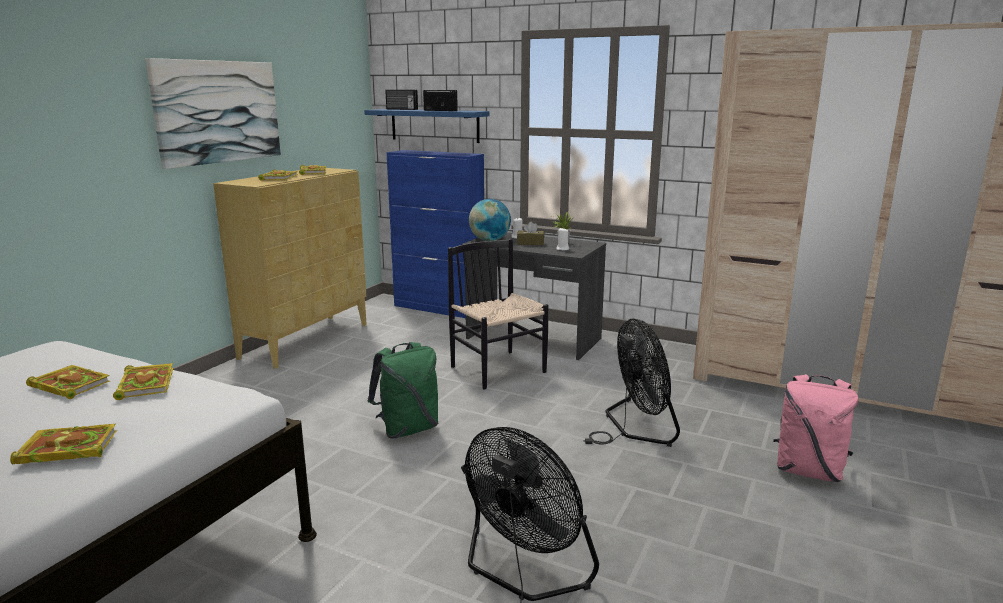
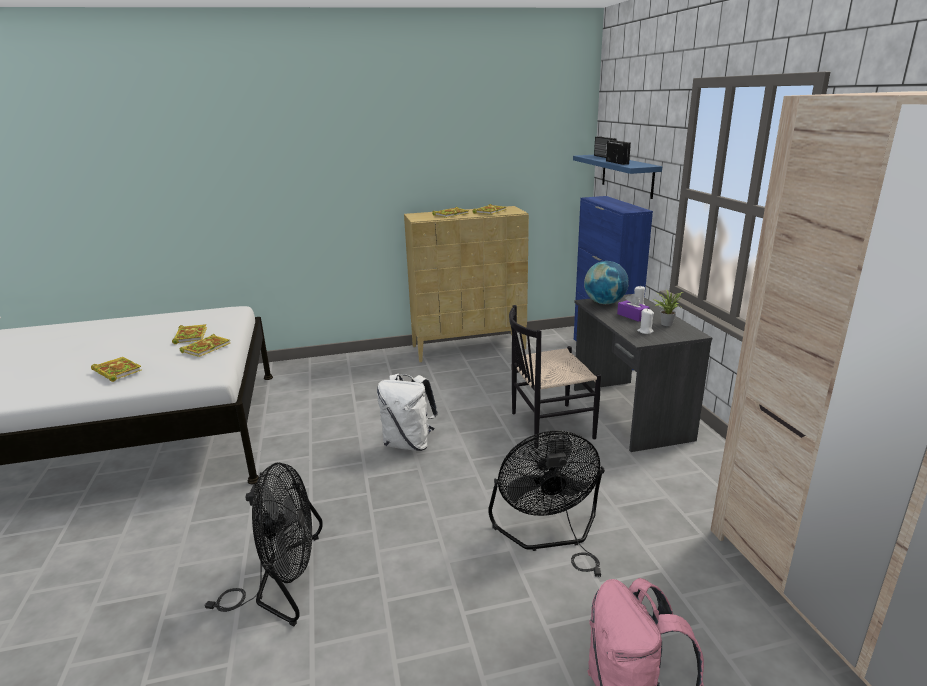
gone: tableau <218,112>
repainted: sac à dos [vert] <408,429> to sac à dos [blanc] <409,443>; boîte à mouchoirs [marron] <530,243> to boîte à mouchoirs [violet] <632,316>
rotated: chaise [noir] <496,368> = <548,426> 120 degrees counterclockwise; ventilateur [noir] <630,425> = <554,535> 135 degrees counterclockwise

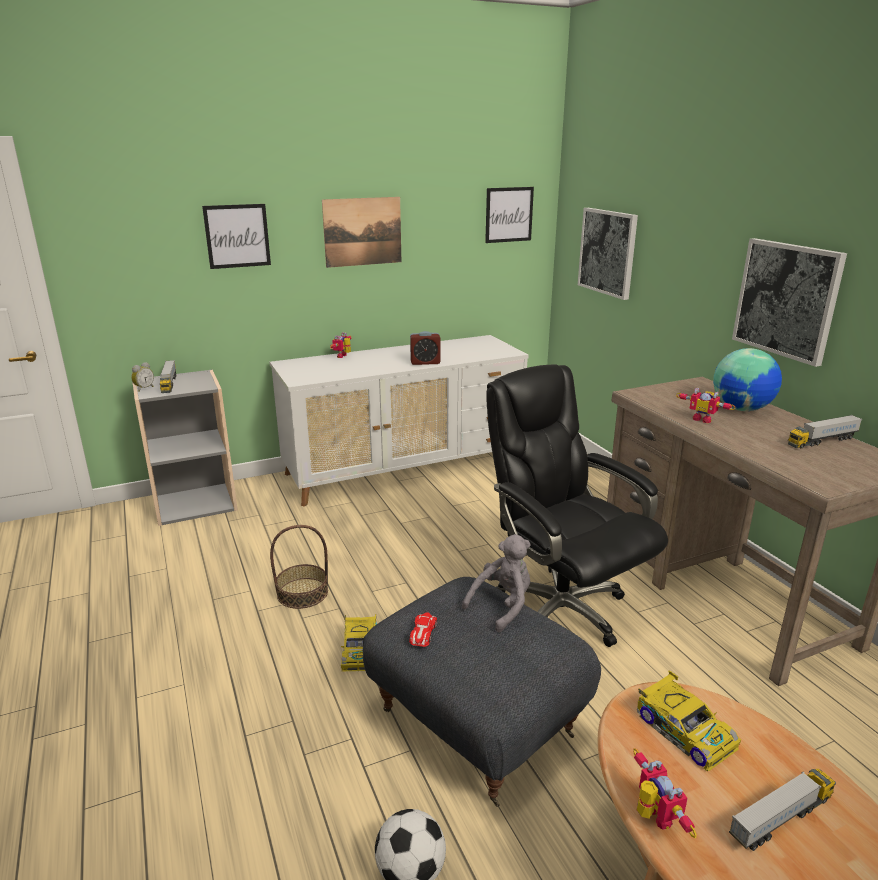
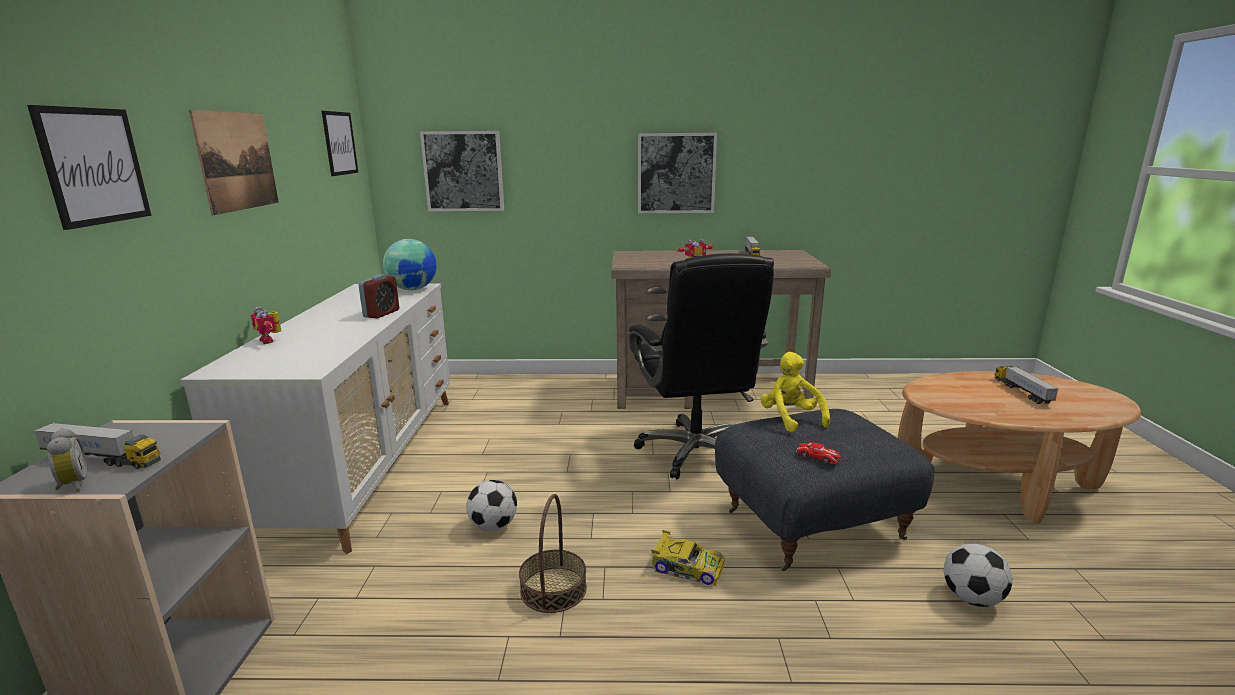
gone: robot jouet <653,817>; petite voiture <684,729>
new: ballon de foot <493,526>
shifted: globe <742,409> to <413,289>
repainted: peluche [gris] <502,605> to peluche [jaune] <790,419>
rotated: chaise de bureau [noir] <563,610> = <694,449> 90 degrees counterclockwise

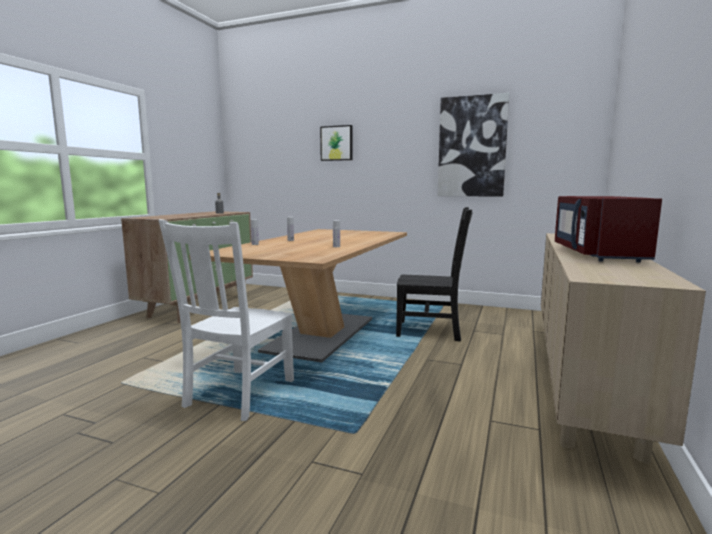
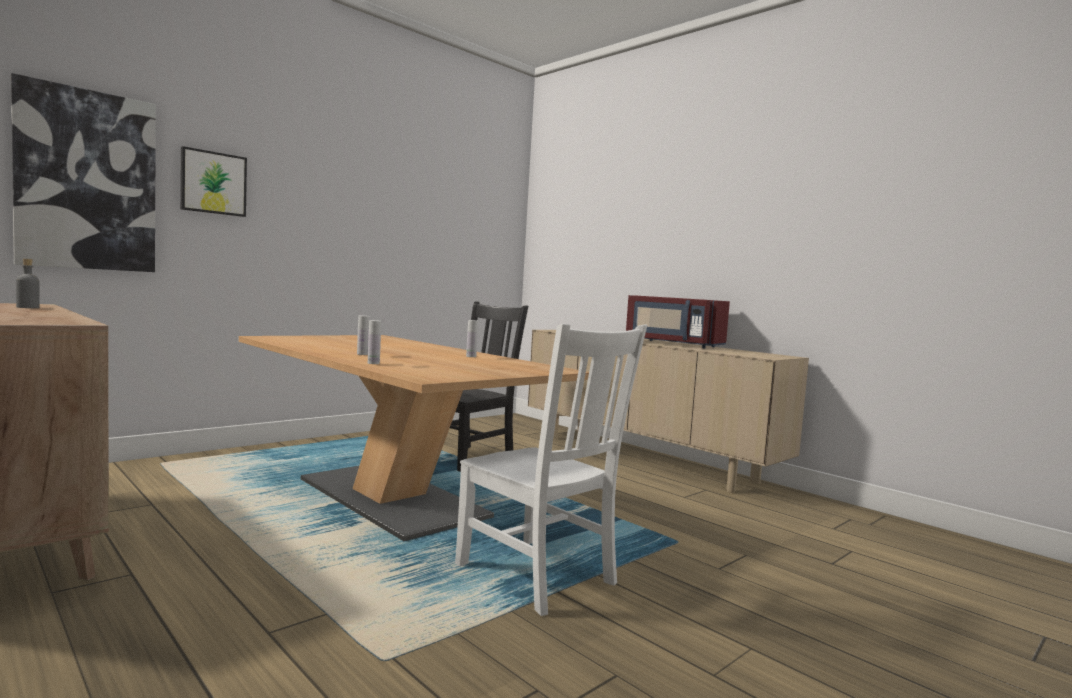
shifted: tableau <472,147> to <87,180>

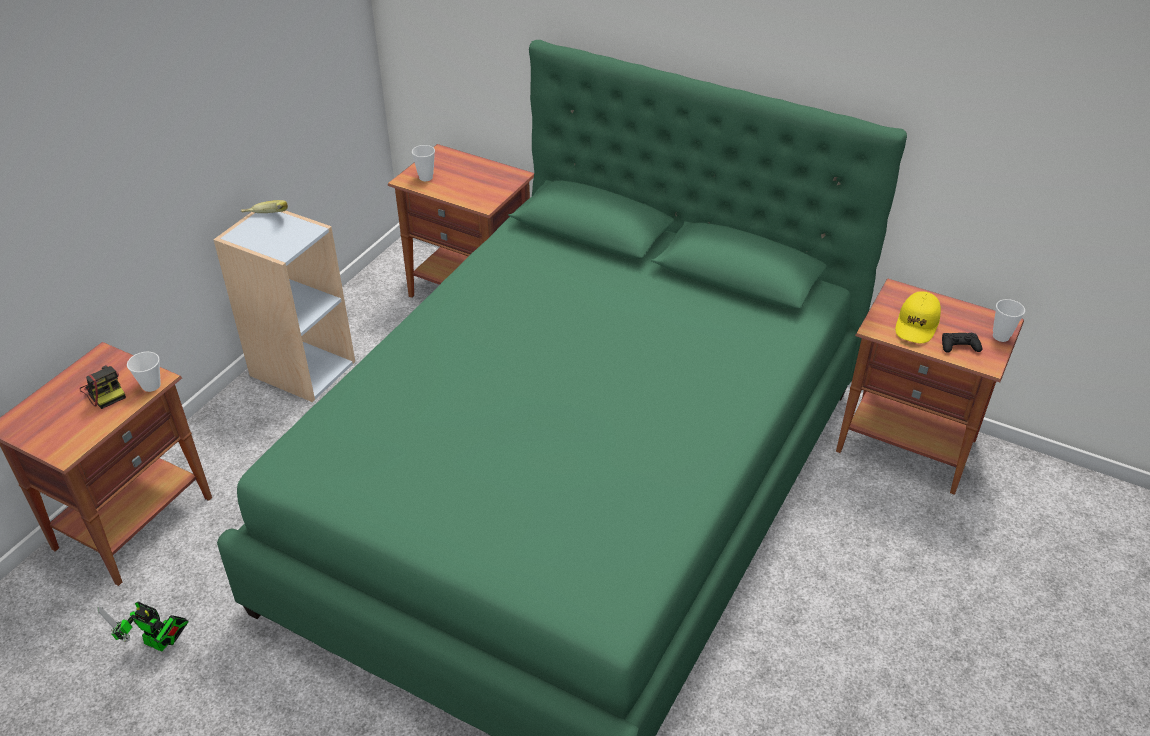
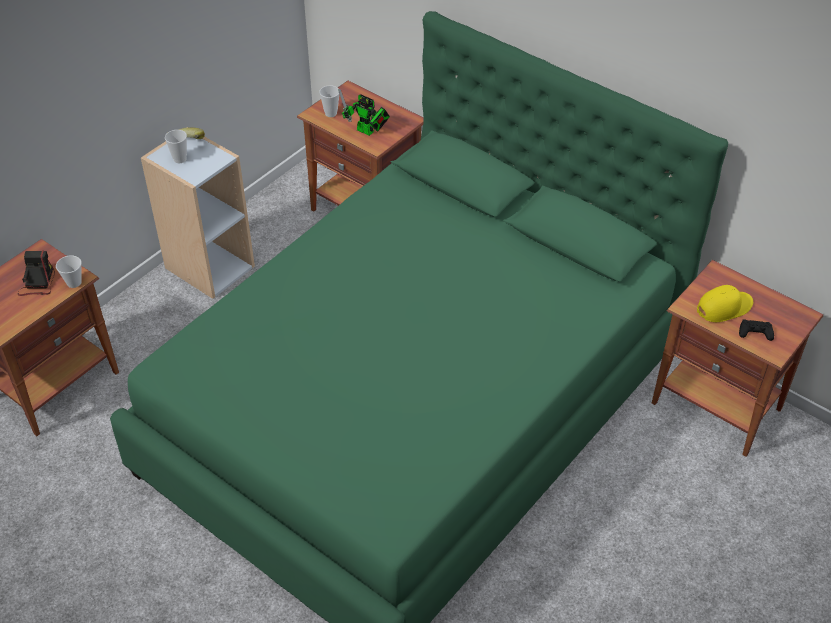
shifted: robot jouet <160,645> to <367,132>; tasse <1001,336> to <180,159>
rotated: appareil photo <105,391> = <38,283> 150 degrees counterclockwise; casquette [jaune] <917,324> = <724,307> 150 degrees counterclockwise

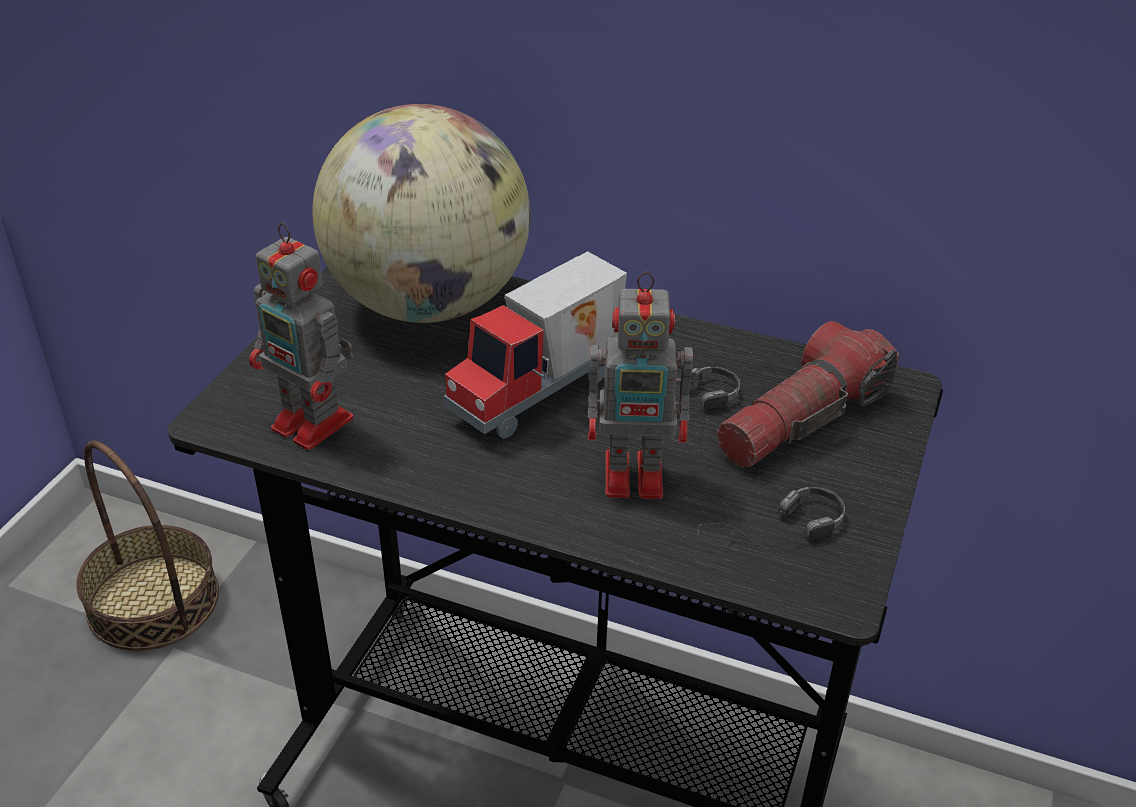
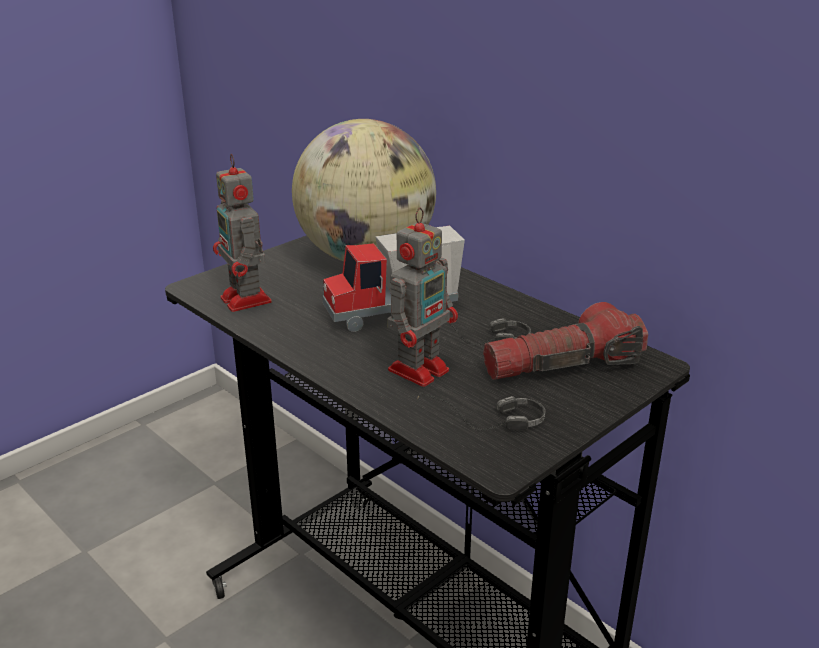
gone: panier <154,601>
rotated: robot jouet <637,475> = <420,369> 75 degrees counterclockwise

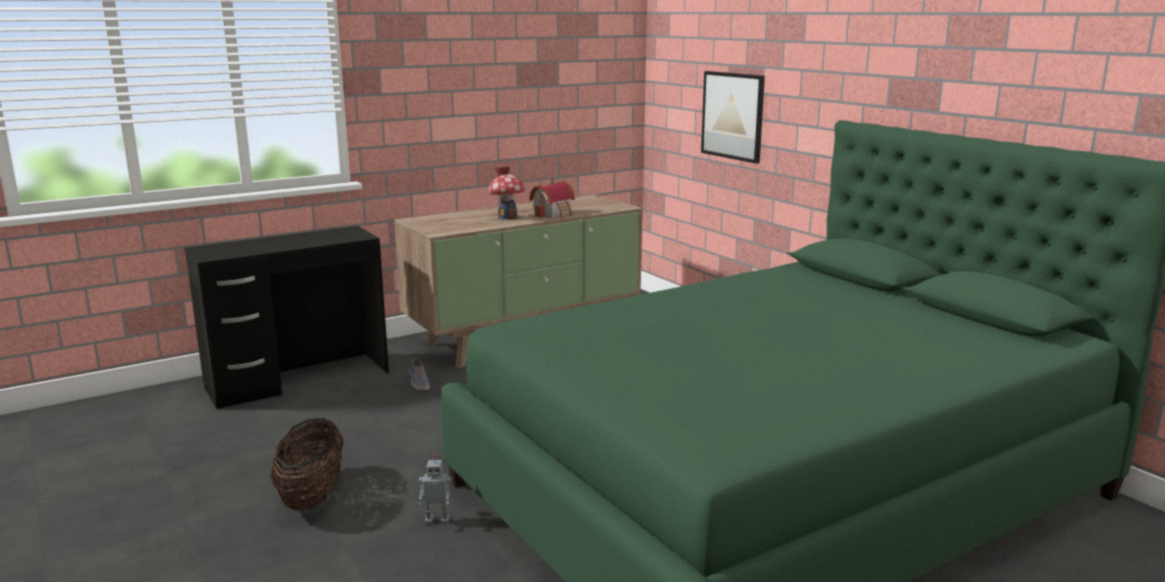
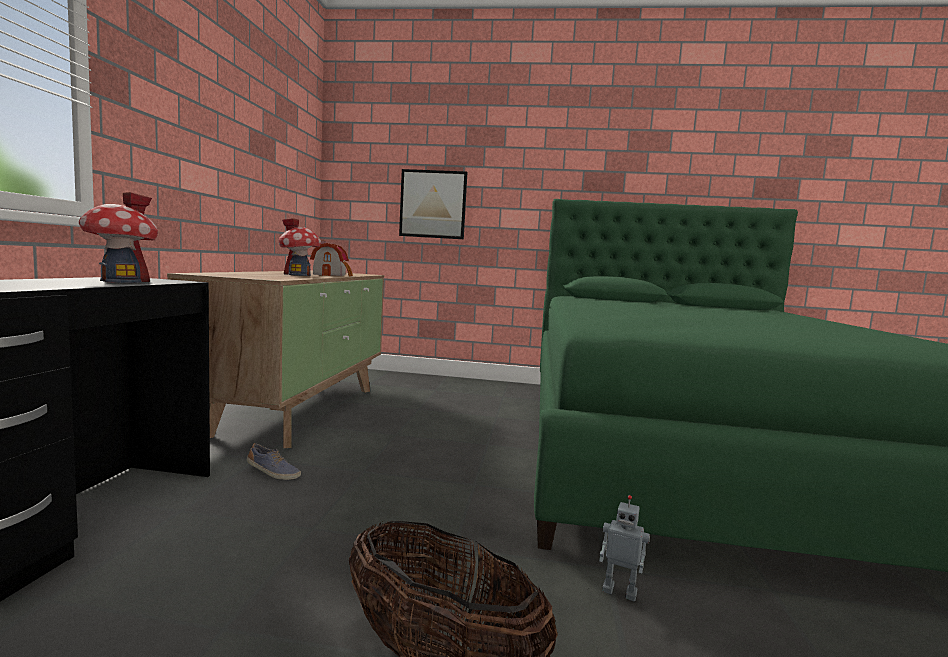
new: maison miniature <121,281>
rotated: robot jouet <437,520> = <620,591> 75 degrees clockwise

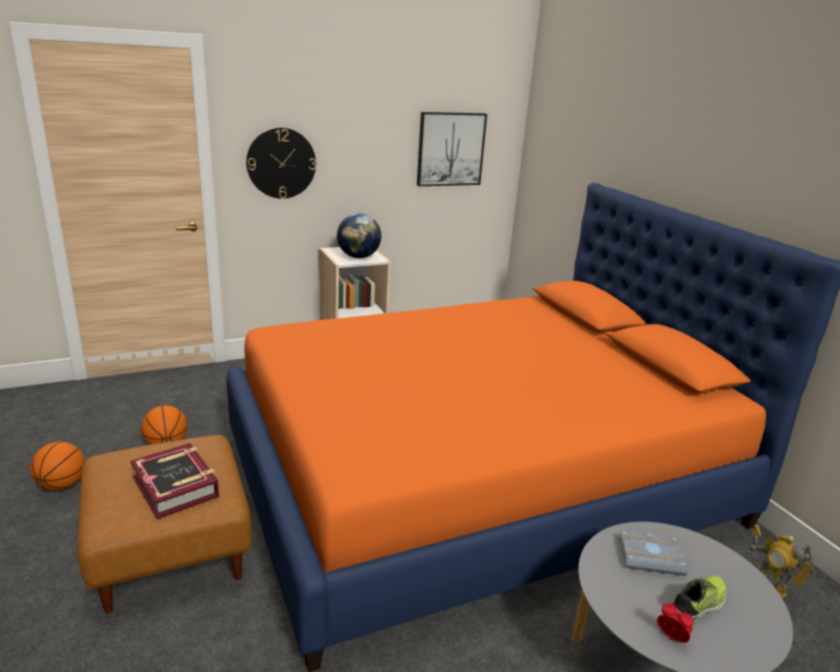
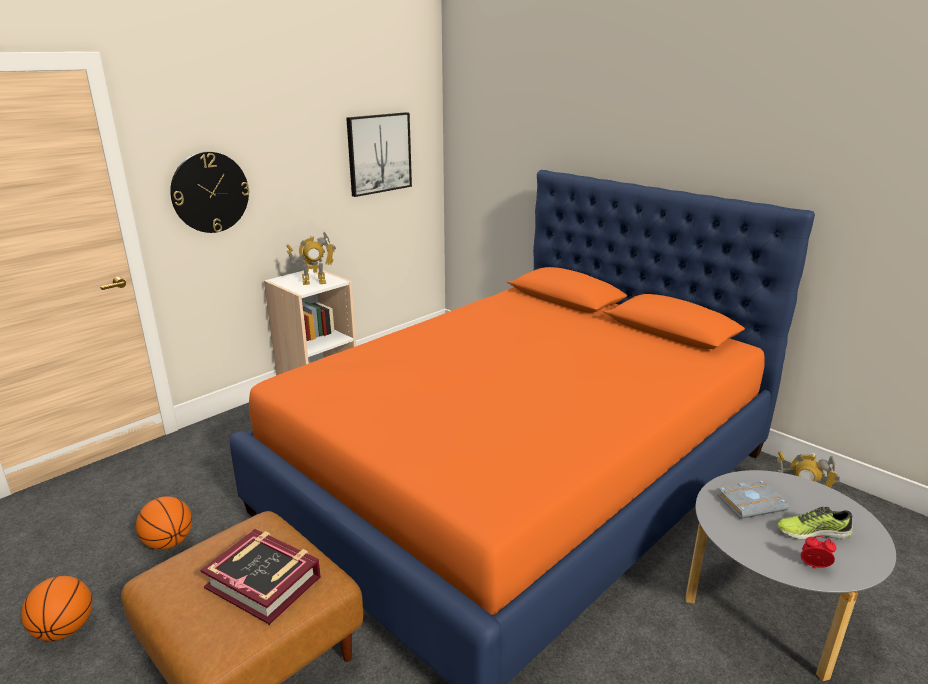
swapped: globe <358,257> to robot jouet <314,282>
rotated: chaussure <698,605> = <812,531> 120 degrees counterclockwise

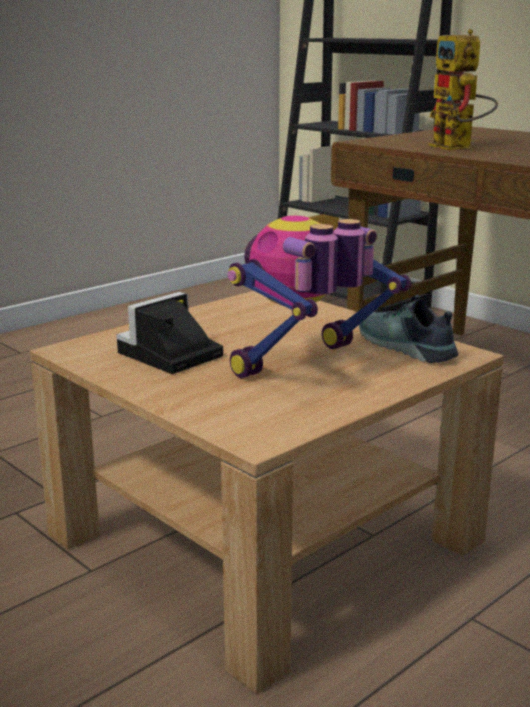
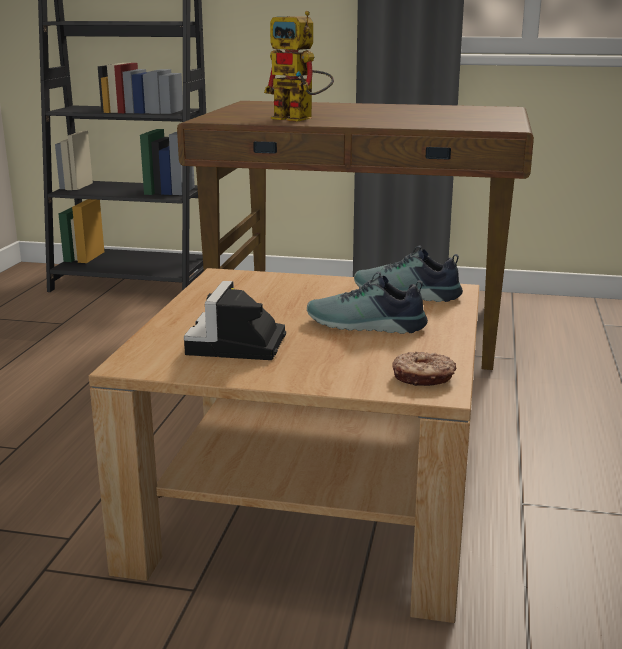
new: beignet <423,378>
swapped: robot jouet <306,366> to chaussure <365,326>

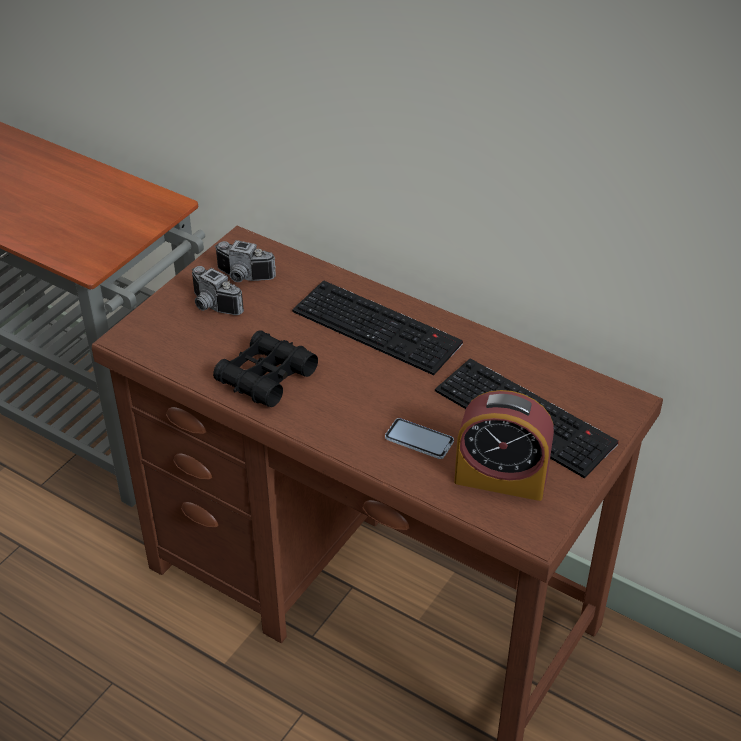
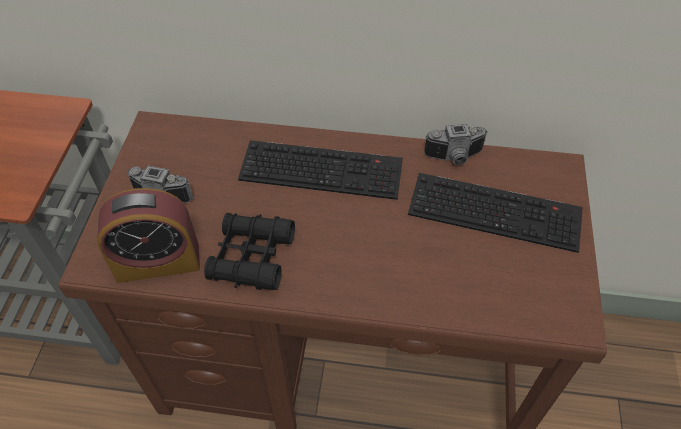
gone: téléphone <419,440>
shifted: appareil photo <242,278> to <455,158>; réveil <501,478> to <158,262>

